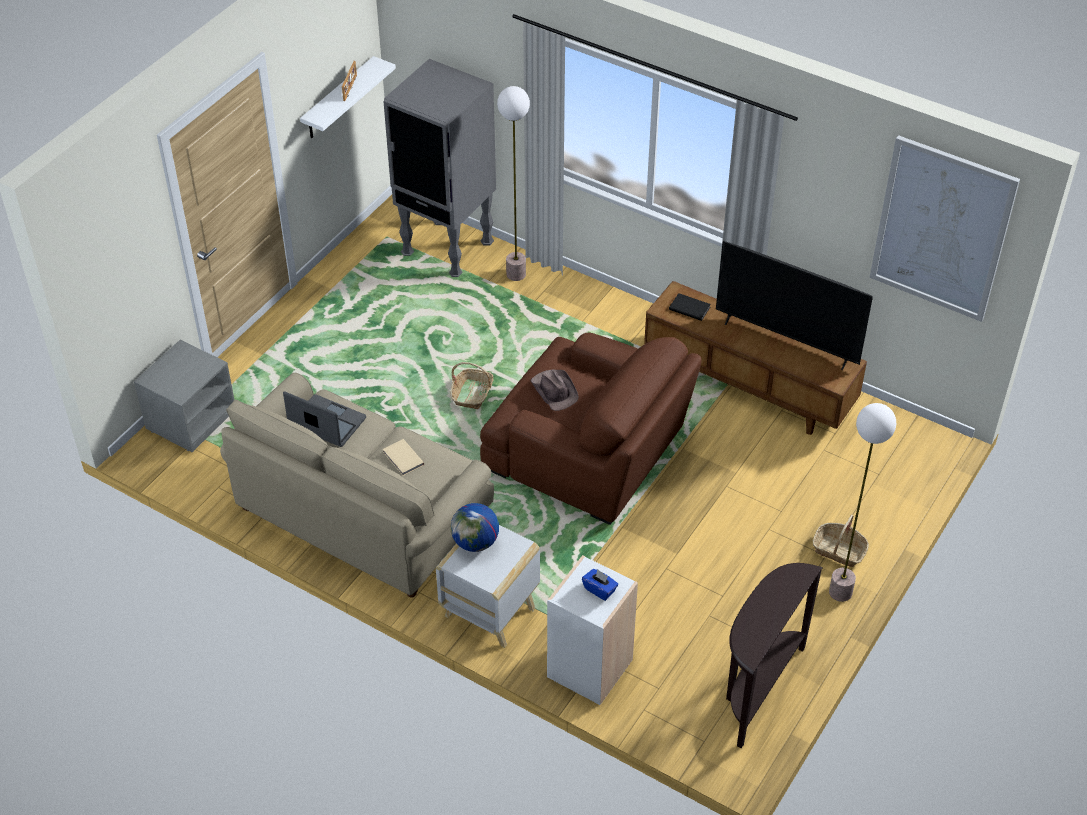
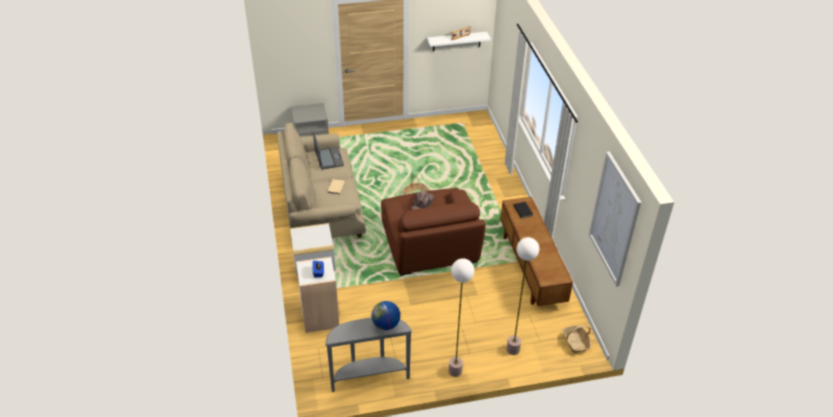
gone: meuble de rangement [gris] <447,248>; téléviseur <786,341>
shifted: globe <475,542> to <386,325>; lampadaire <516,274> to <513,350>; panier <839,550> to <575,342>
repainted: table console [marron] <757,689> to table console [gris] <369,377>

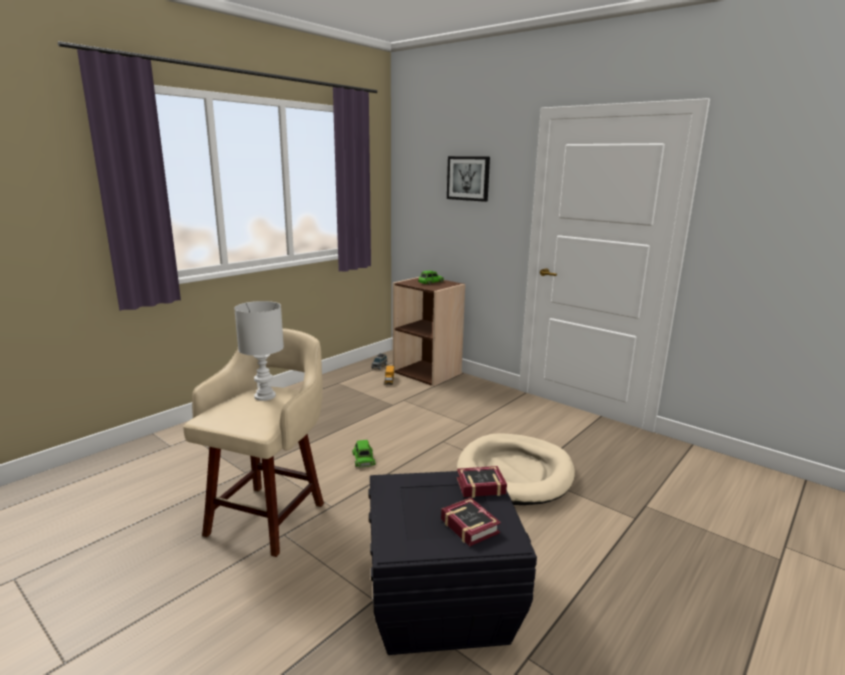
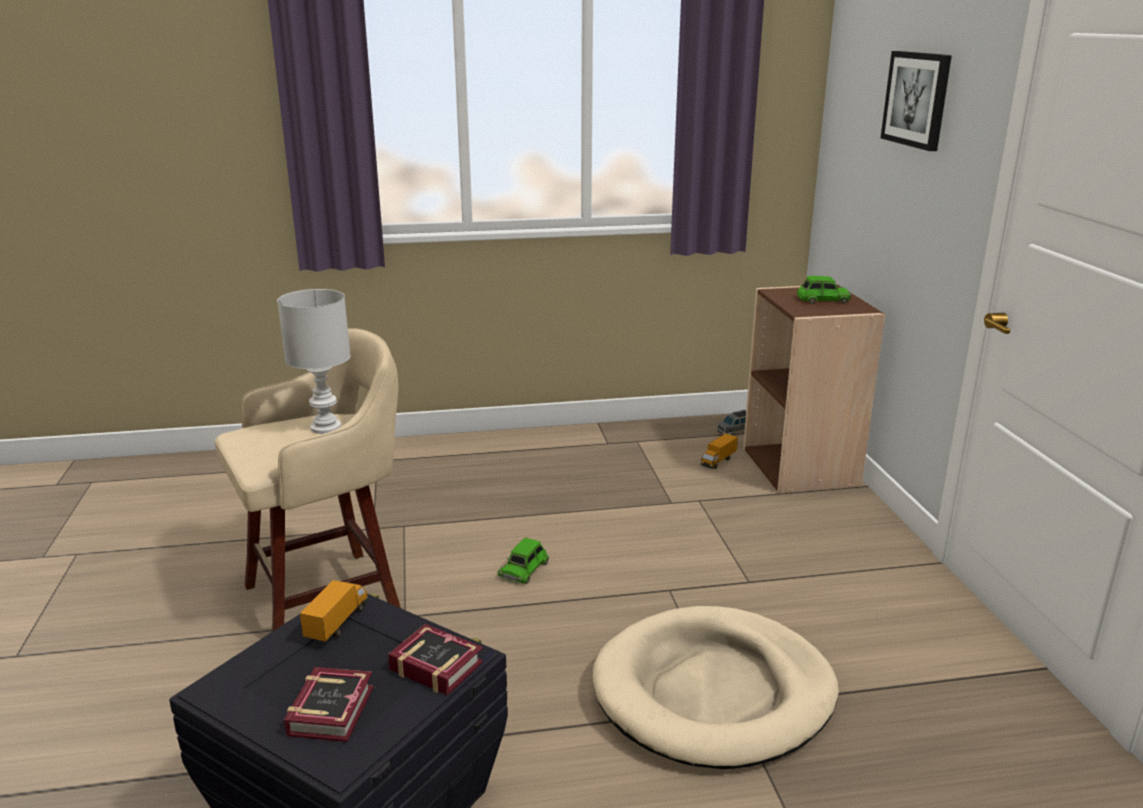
new: camion jouet <337,624>

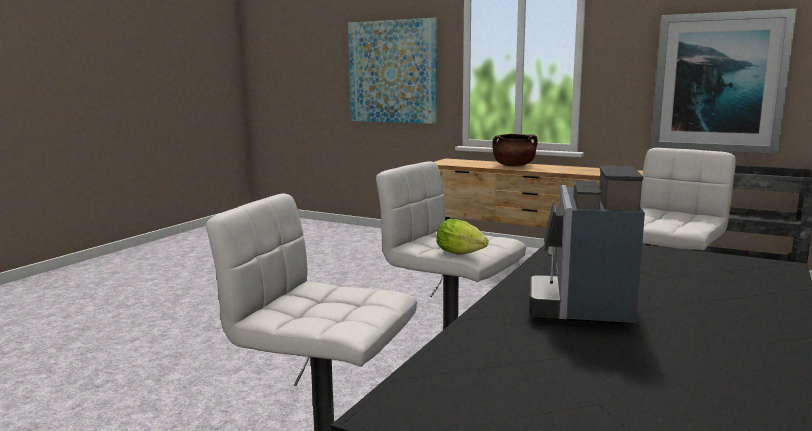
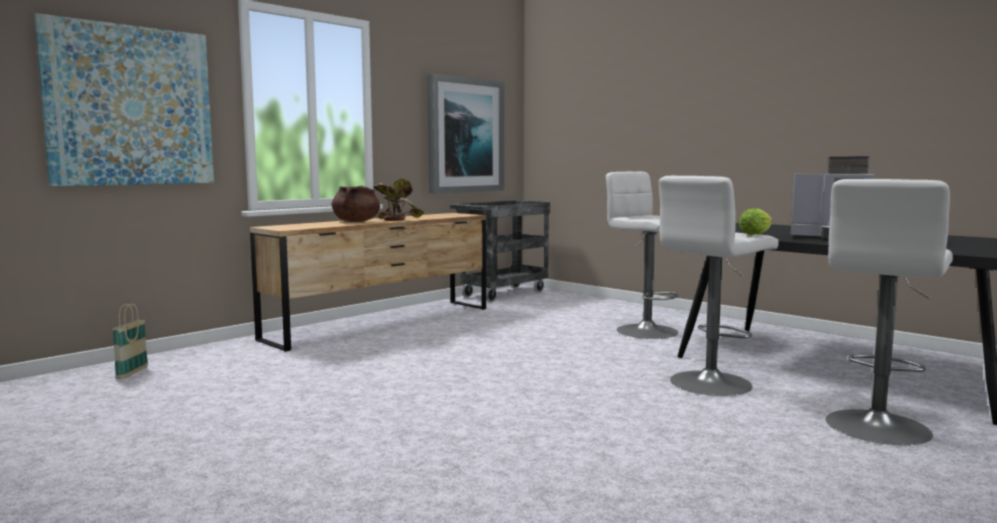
new: panier <132,373>; plante en pot <397,218>

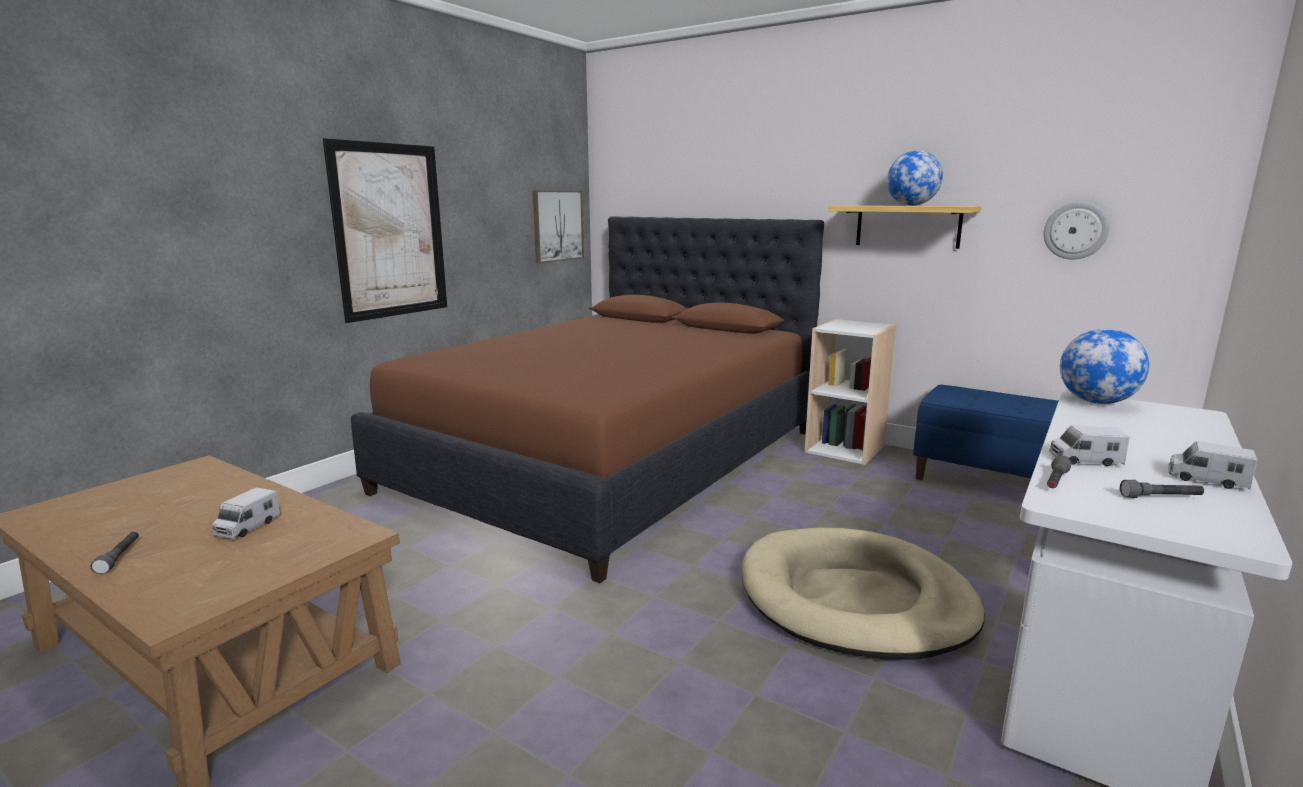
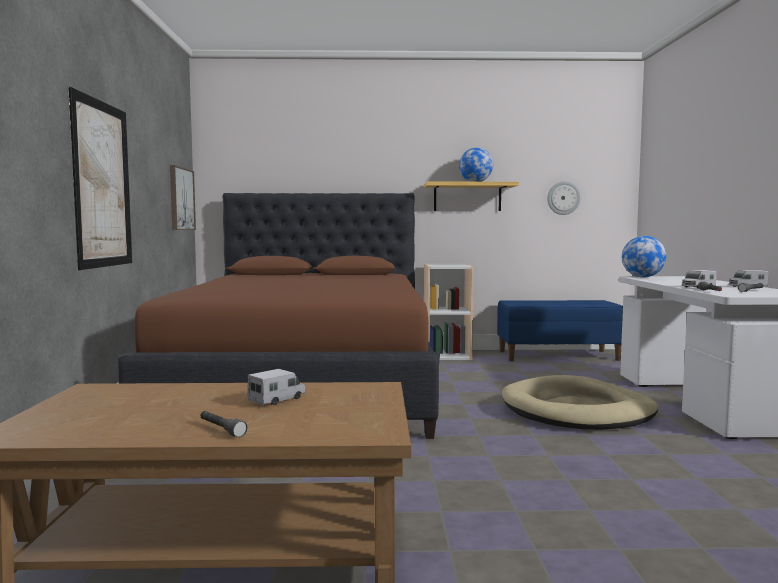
rotated: camion jouet <247,527> = <277,400> 120 degrees counterclockwise

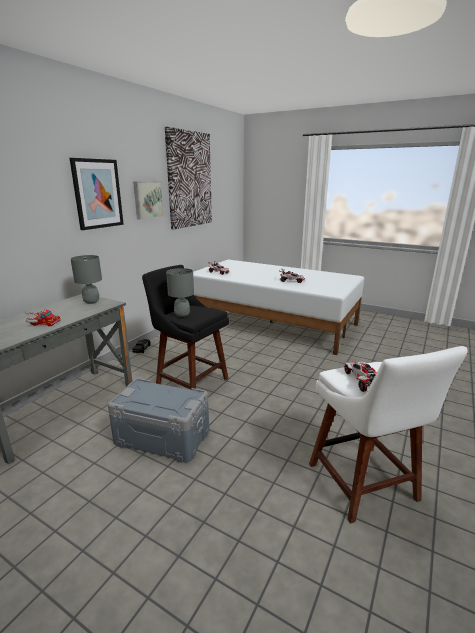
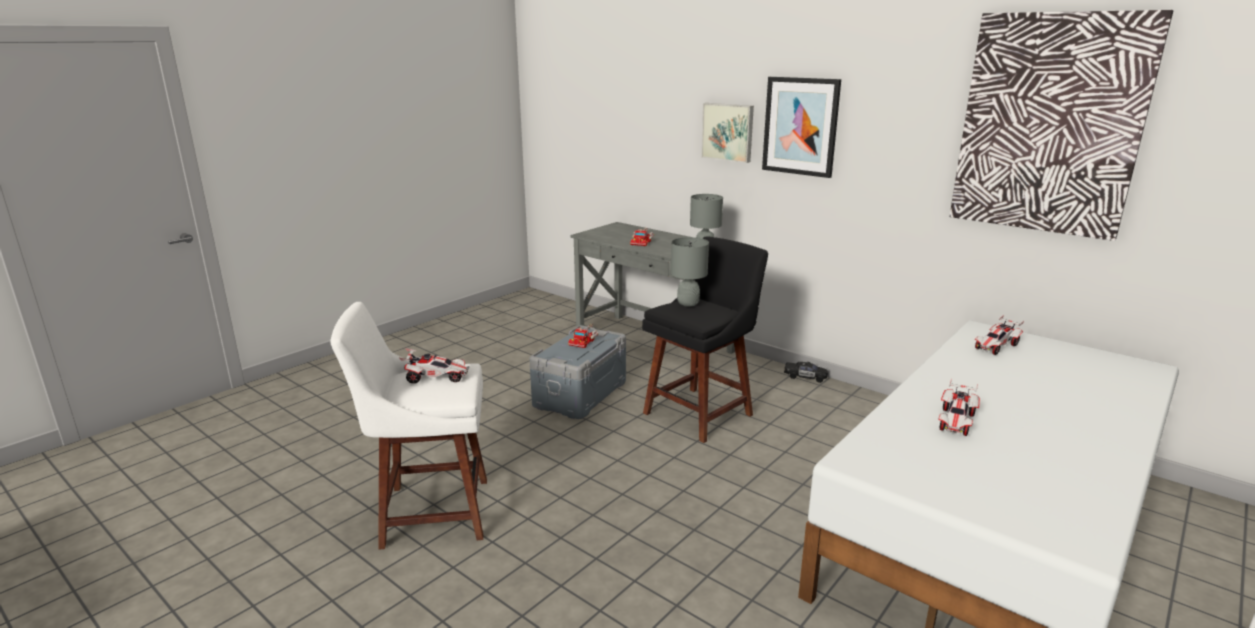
new: camion jouet <584,341>
shifted: tableau <147,199> to <728,132>

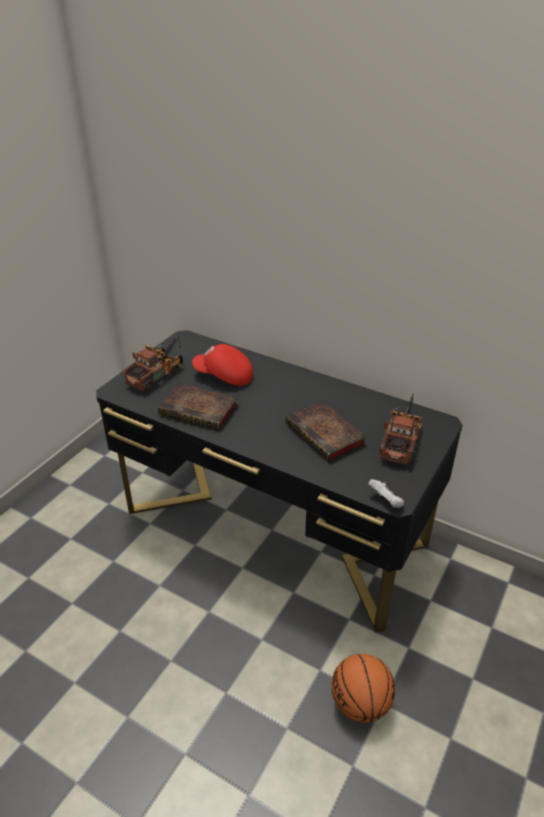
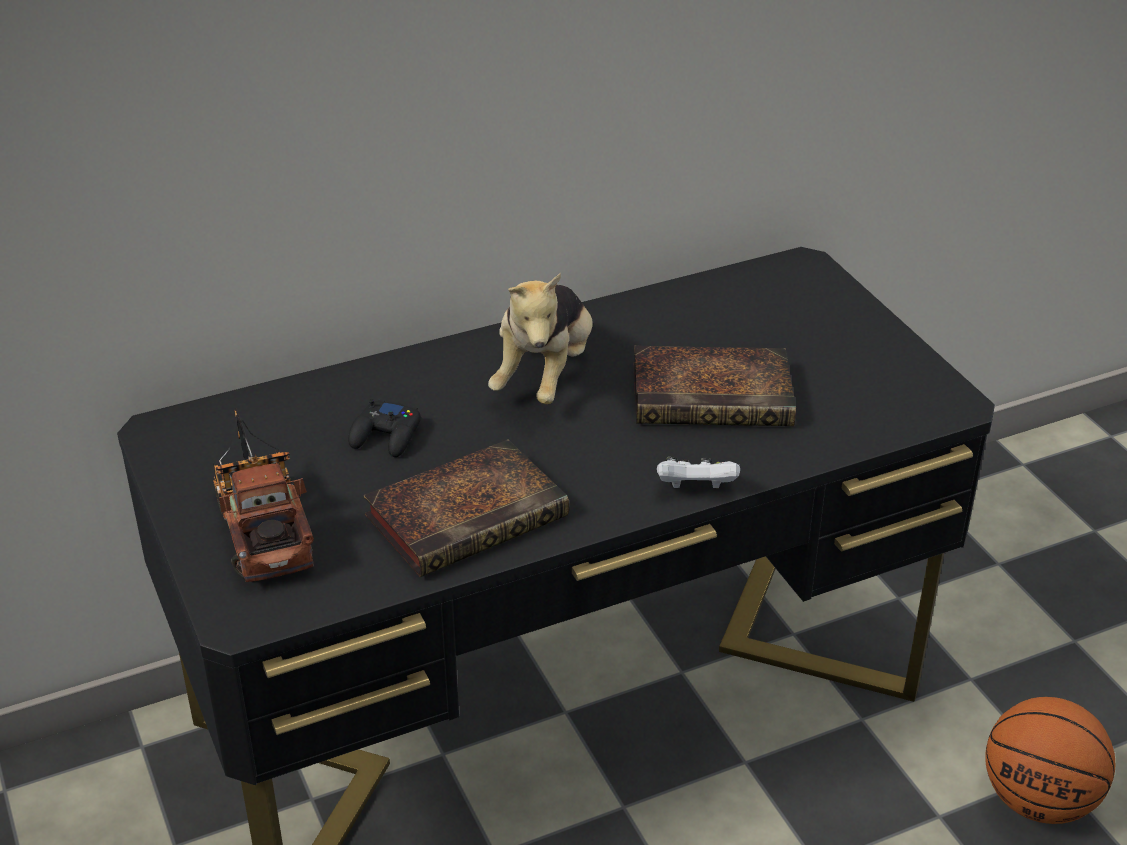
gone: camion jouet <401,441>
new: peluche <545,375>
shifted: manette [blanc] <386,501> to <696,489>
swapped: casquette [rouge] <224,376> to manette [noir] <386,436>

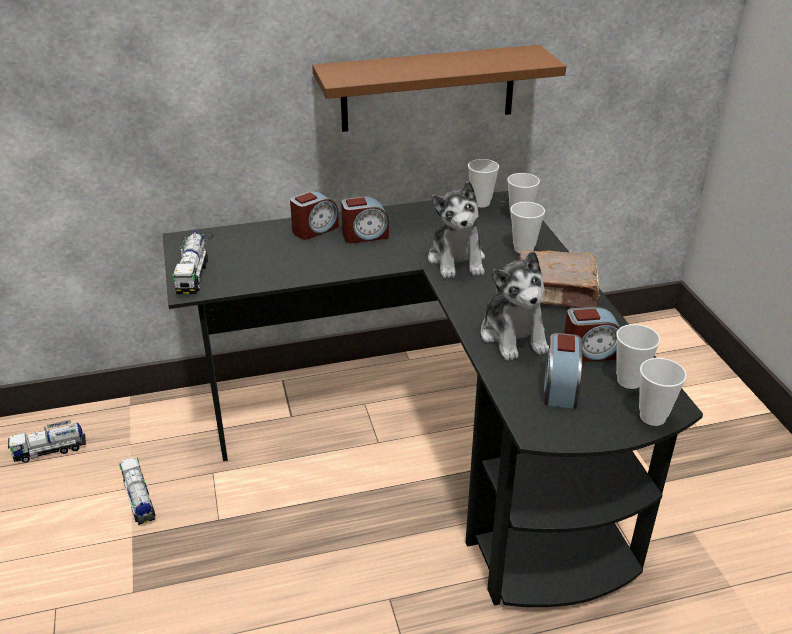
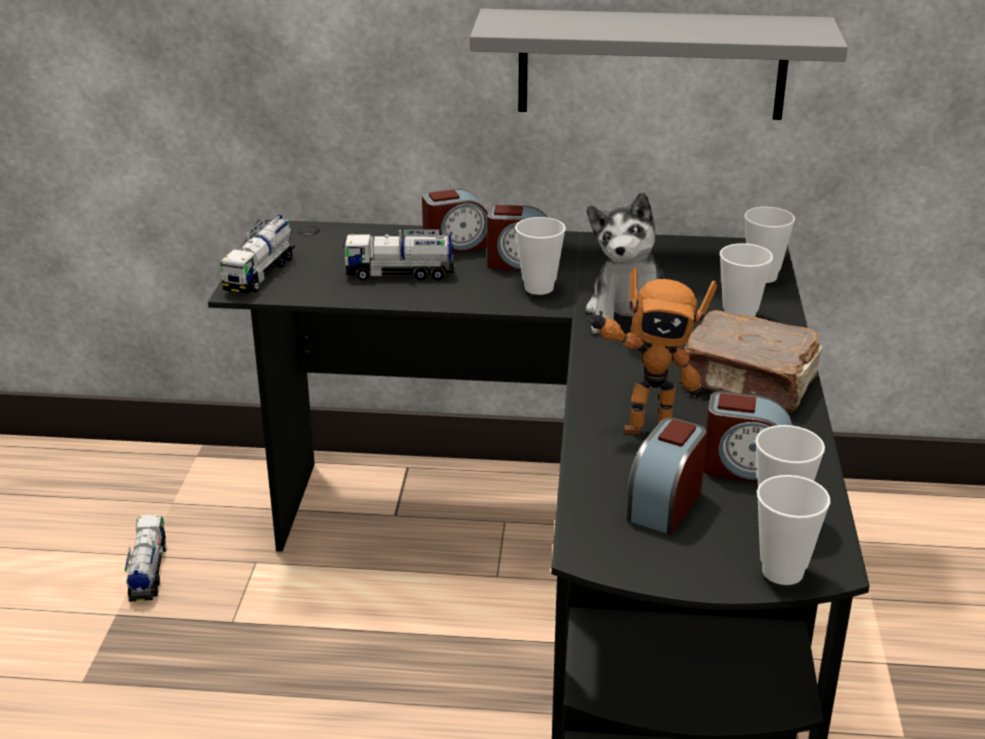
shifted: camion jouet <50,450> to <400,274>; tasse <481,203> to <539,288>
swapped: peluche <514,336> to robot jouet <644,424>
repainted: étagère [marron] <428,88> to étagère [gris] <651,64>

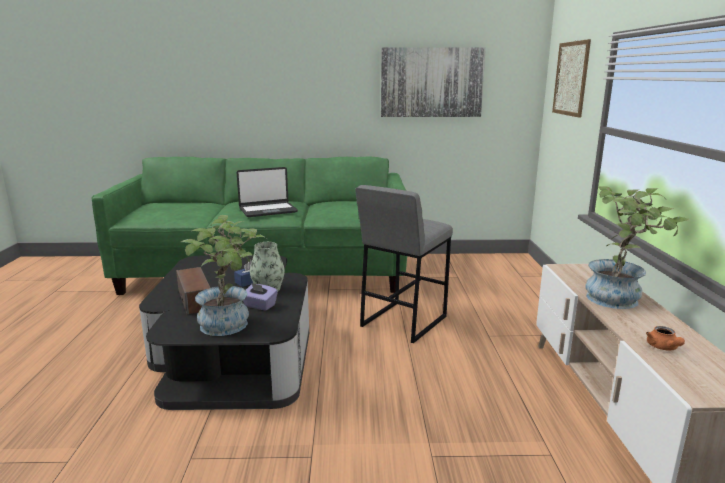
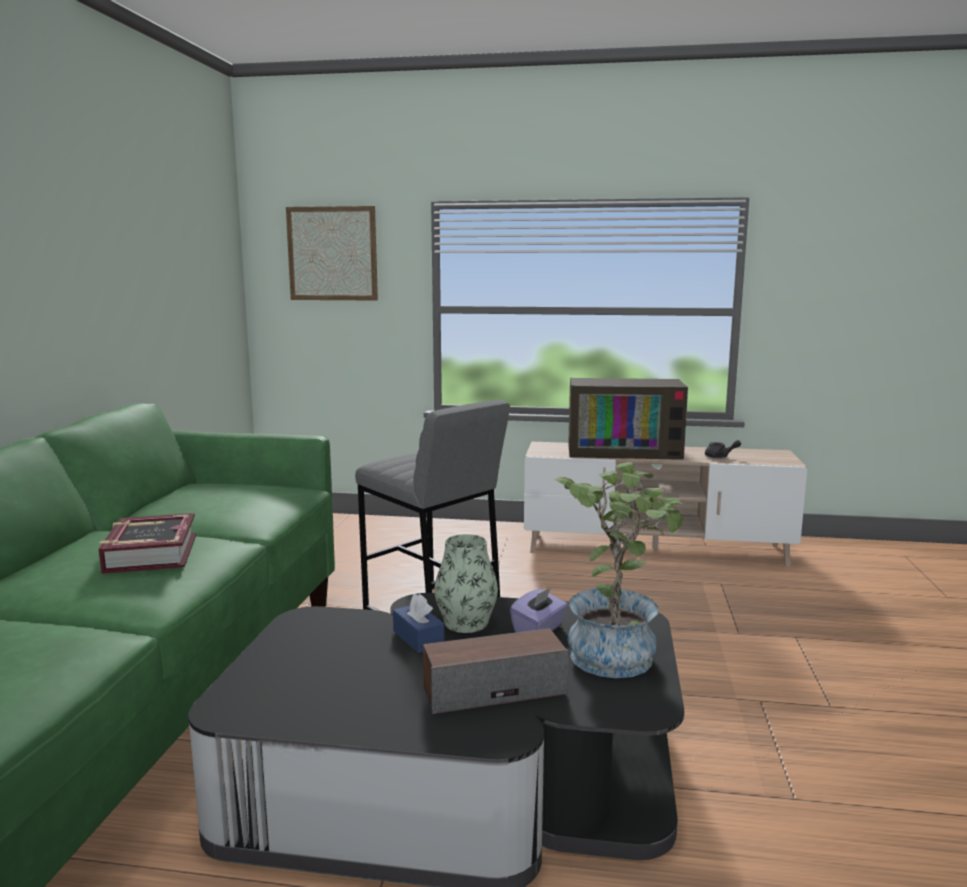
gone: tableau <431,82>
swapped: ordinateur portable <268,210> to livre <150,554>; plante en pot <620,299> to téléviseur <624,451>
repainted: théière [orange] <663,348> to théière [gris] <720,457>

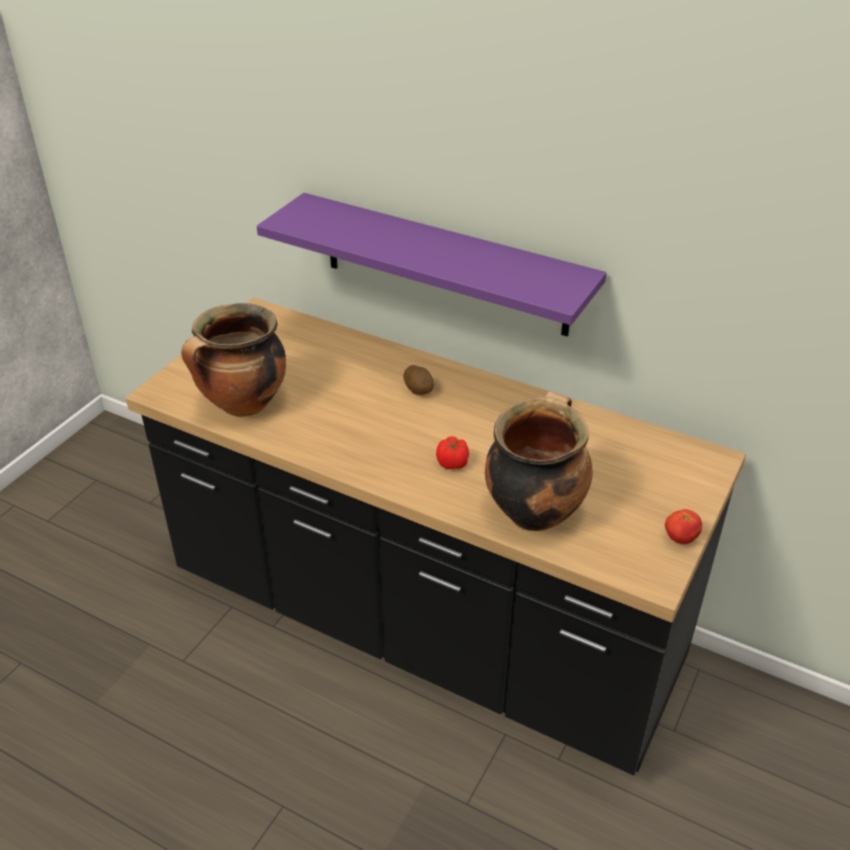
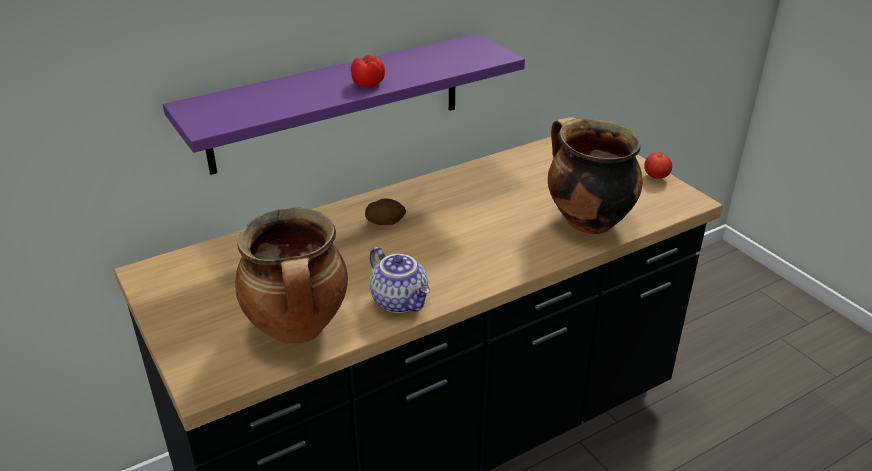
new: théière <401,301>
shifted: tomate <453,463> to <368,84>

